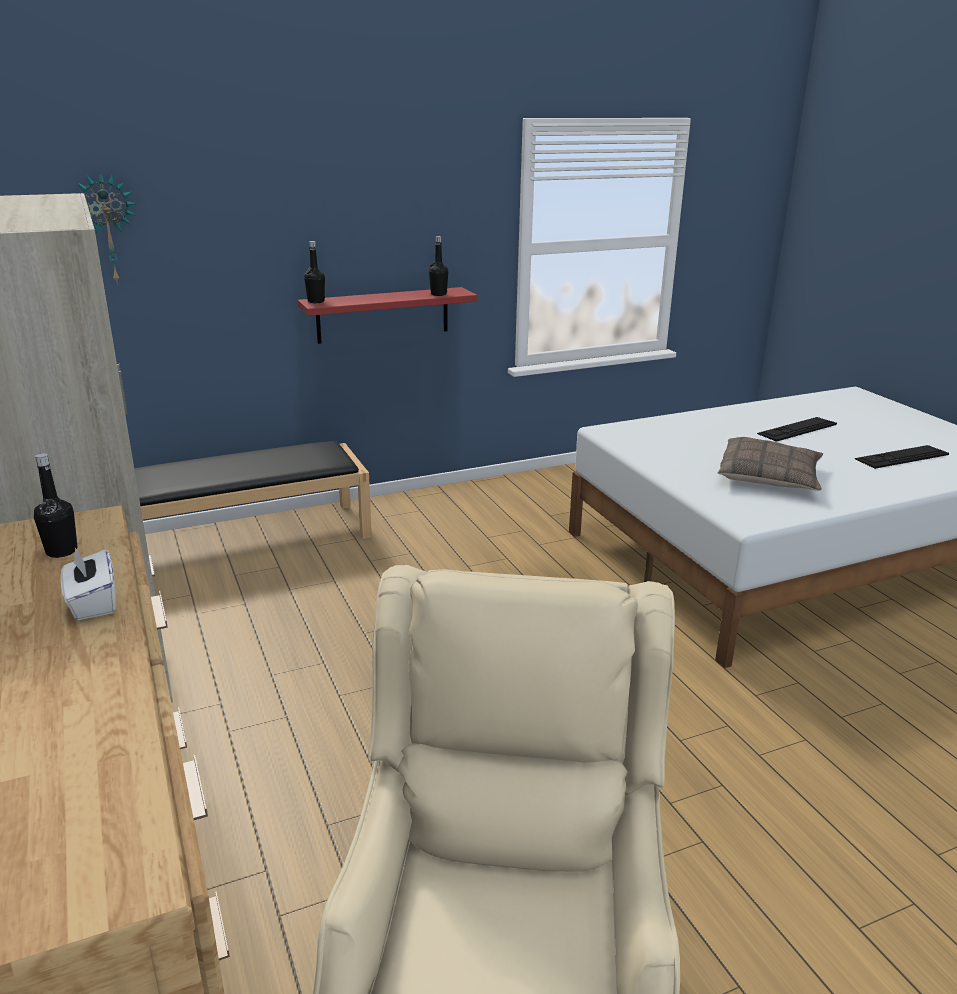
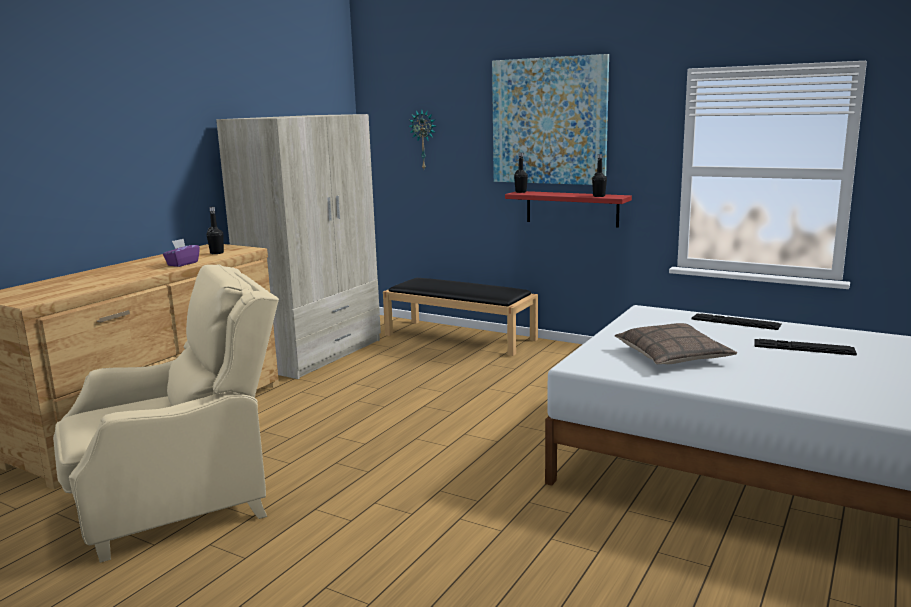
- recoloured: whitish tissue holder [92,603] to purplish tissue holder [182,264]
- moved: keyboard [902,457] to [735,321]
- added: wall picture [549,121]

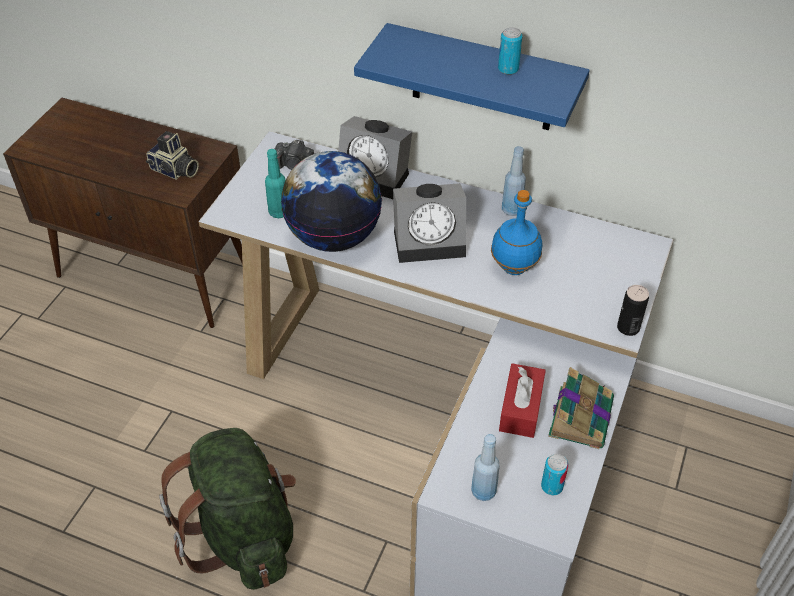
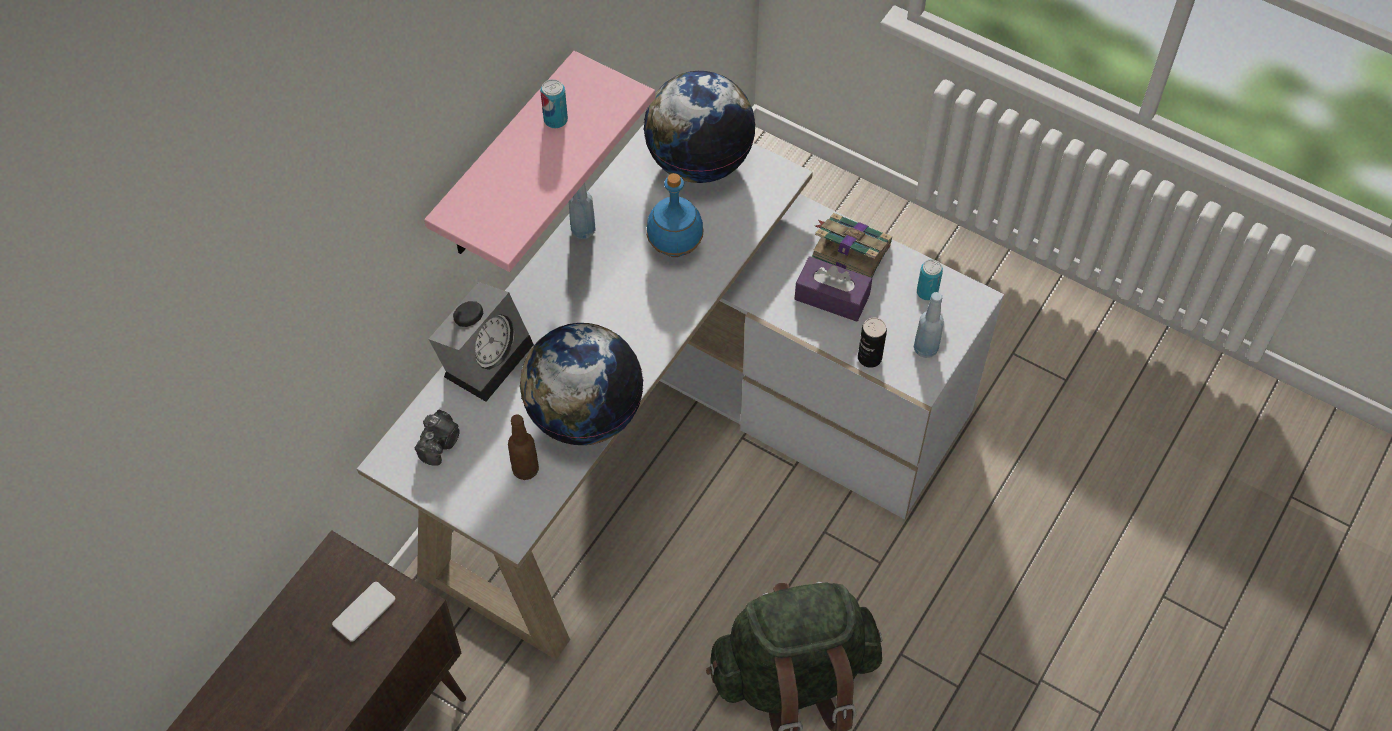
- replaced: photo camera [174,171] to telephone [364,612]
- recoloured: turquoise-coloured beverage bottle [279,212] to brownish beverage bottle [525,469]
- recoloured: blue-coloured wall shelf [482,79] to pinkish wall shelf [505,163]
- removed: table clock [431,241]
- recoloured: red-coloured tissue holder [521,408] to purplish tissue holder [832,297]
- moved: can [628,328] to [869,358]
- added: desk globe [699,161]

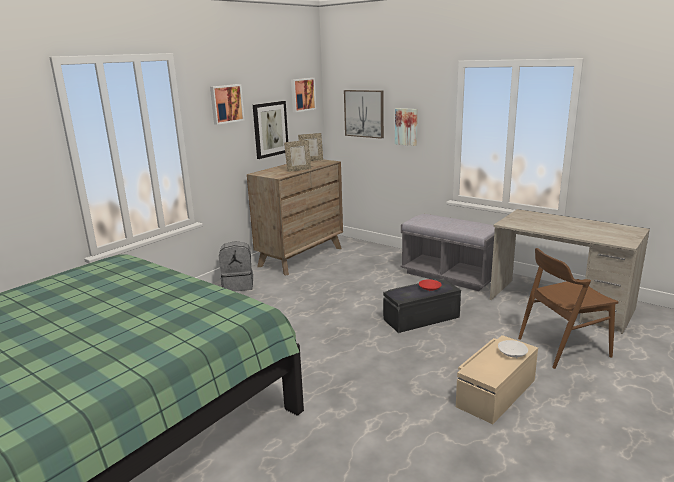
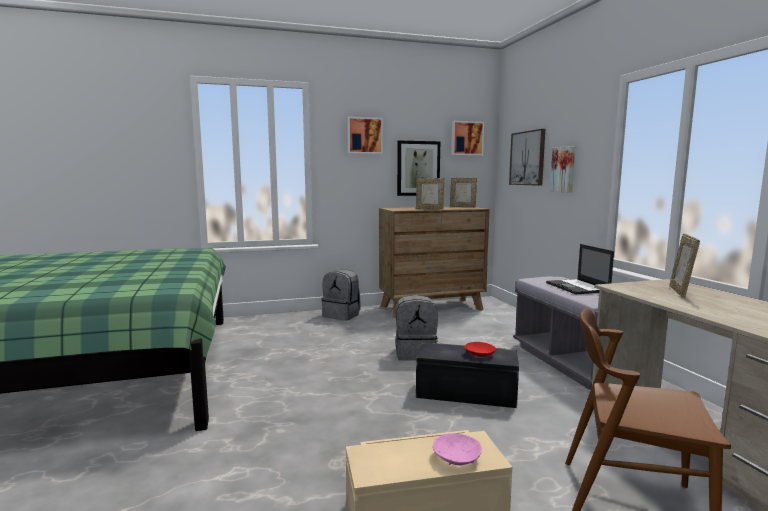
- recoloured: whitish serving bowl [512,353] to pinkish serving bowl [456,457]
- added: greyish rucksack [415,353]
- added: portable computer [578,287]
- added: standing frame [680,292]

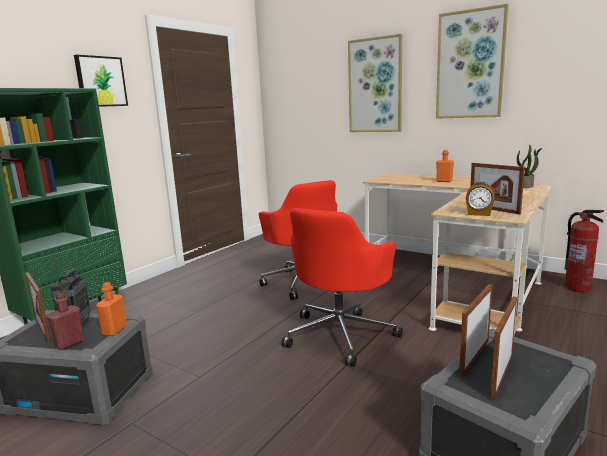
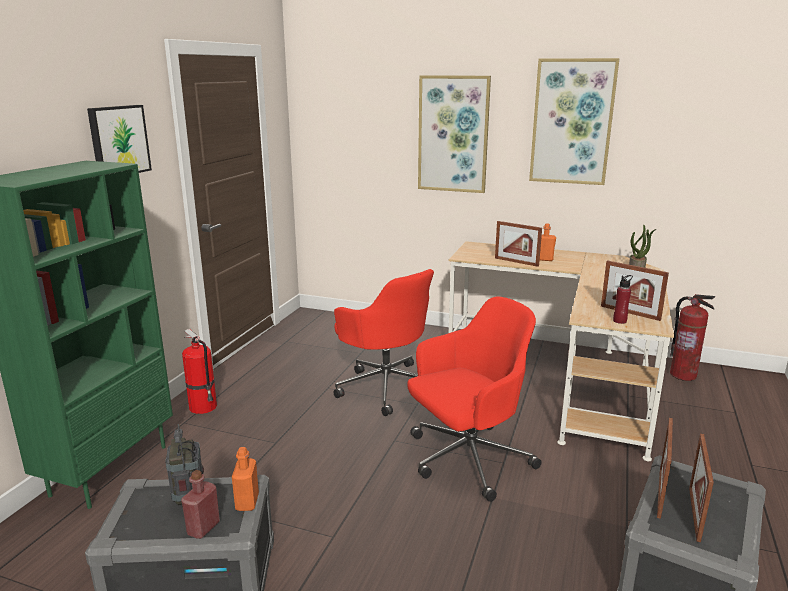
- moved: standing frame [42,330] to [516,262]
- turned: red-coloured desk chair [341,334] = [467,459] 135 degrees counterclockwise
- replaced: table clock [479,214] to red-coloured beverage bottle [619,321]
- added: fire-fighting cylinder [204,407]

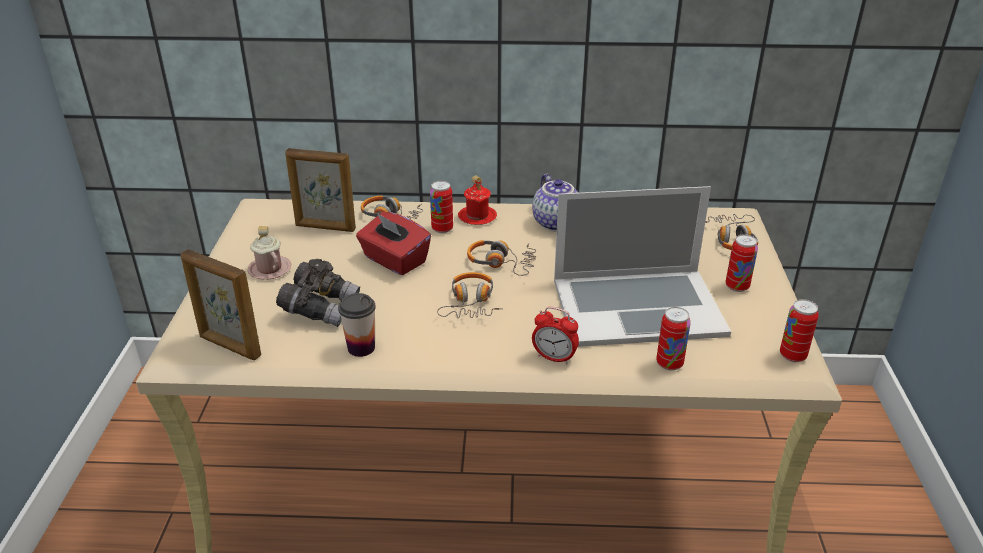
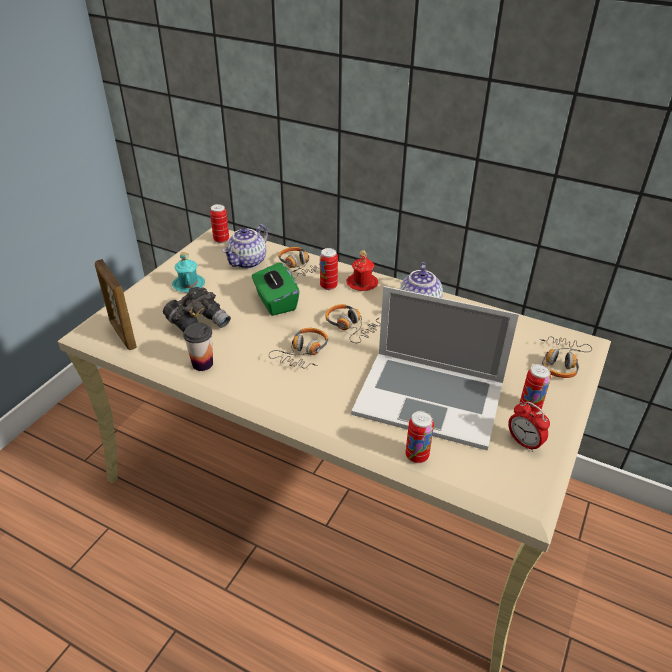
- recoloured: pinkish mug [269,269] to turquoise-coloured mug [188,284]
- replaced: standing frame [325,227] to teapot [248,262]
- recoloured: red-coloured tissue holder [394,260] to greenish tissue holder [275,302]
- moved: table clock [554,358] to [524,442]
- moved: can [792,355] to [221,240]

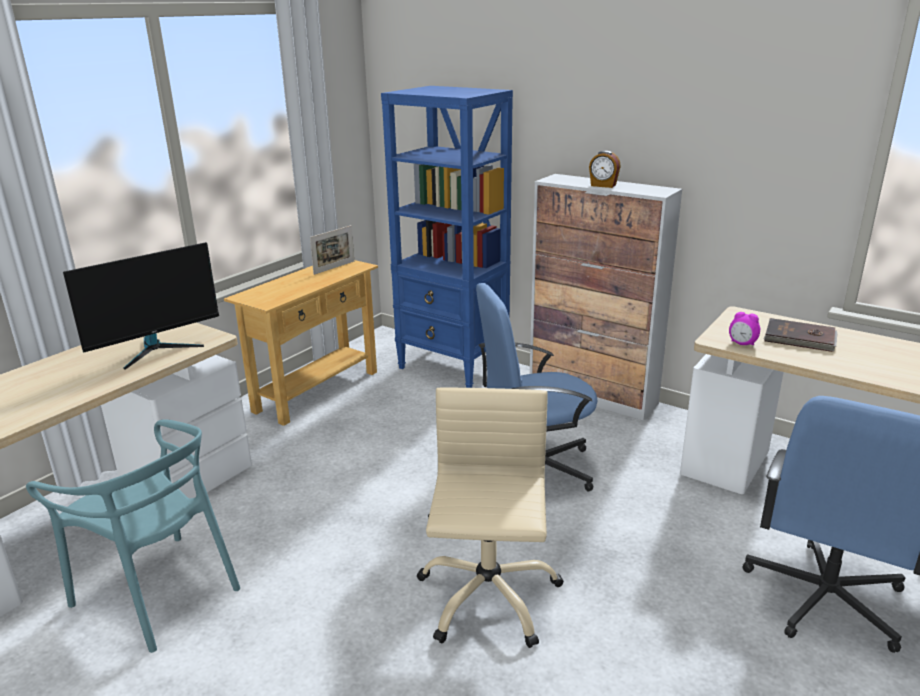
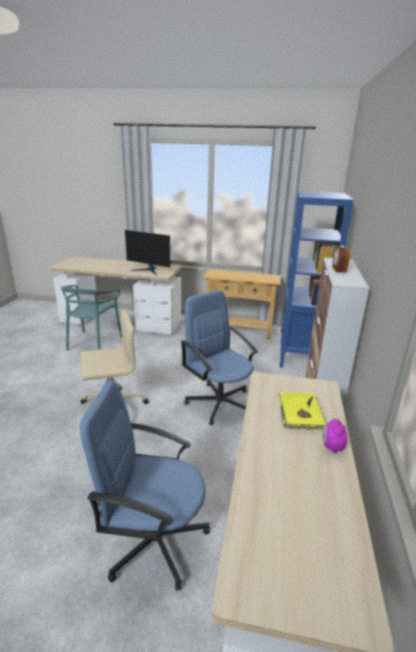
- removed: standing frame [334,267]
- moved: table clock [742,344] to [332,447]
- recoloured: brownish volume [800,338] to yellow-coloured volume [299,413]

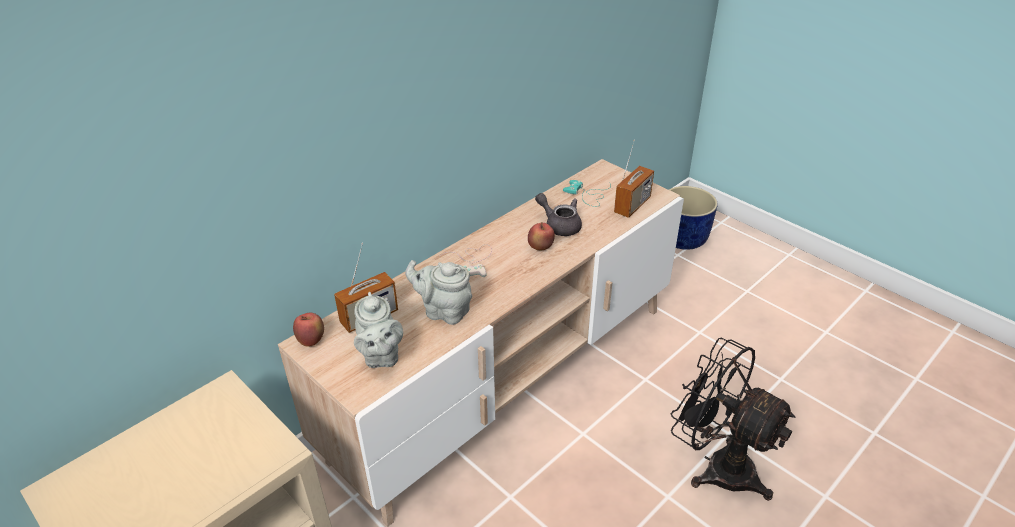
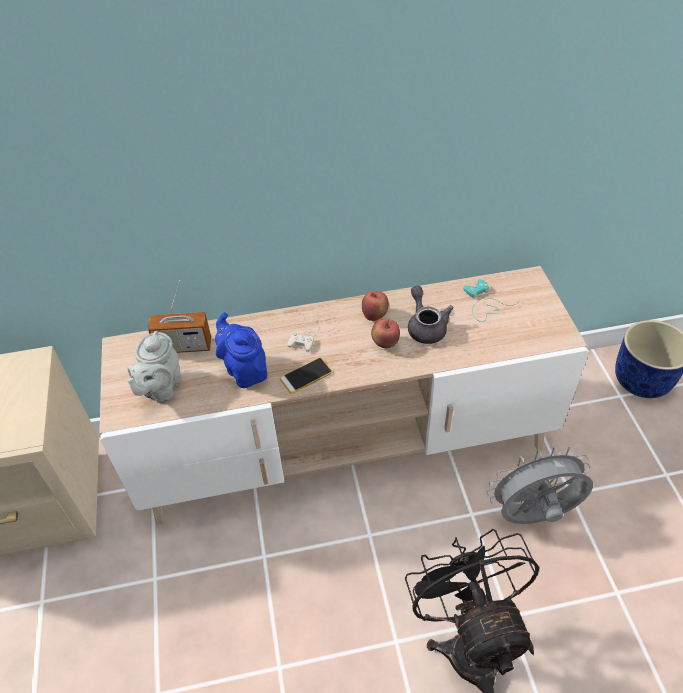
- moved: apple fruit [311,341] to [374,316]
- recoloured: greyish teapot [443,311] to blue-coloured teapot [244,370]
- removed: radio [632,205]
- added: telephone [306,376]
- added: greyish electric fan [533,516]

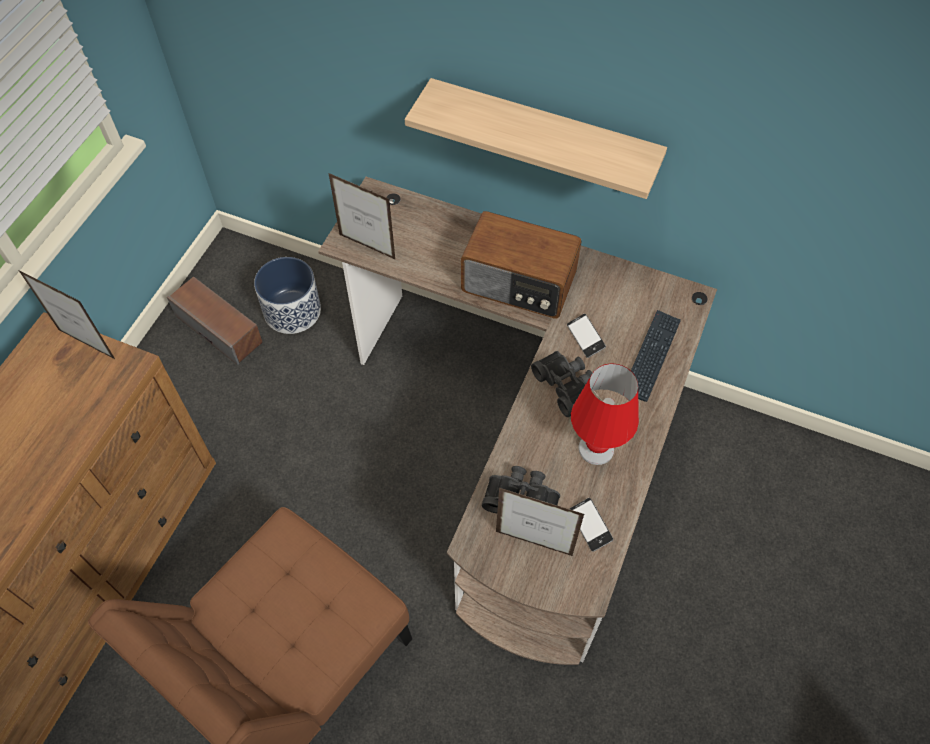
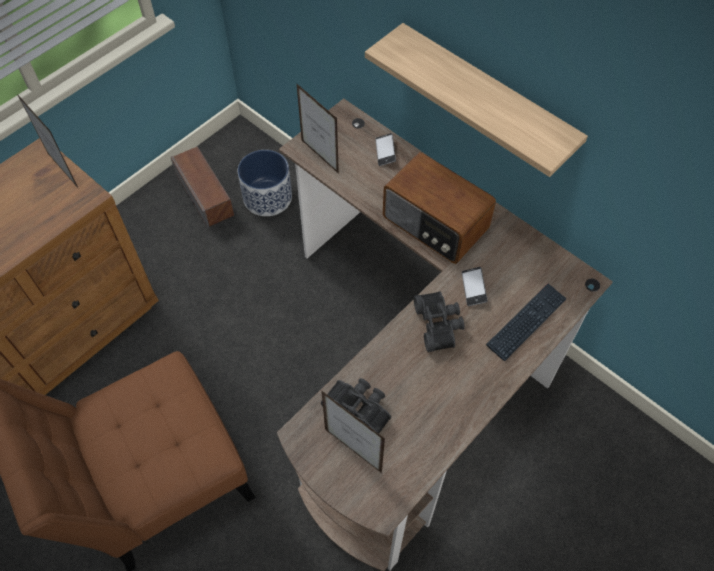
- moved: telephone [590,526] to [385,152]
- removed: red-coloured lamp for a table [596,448]

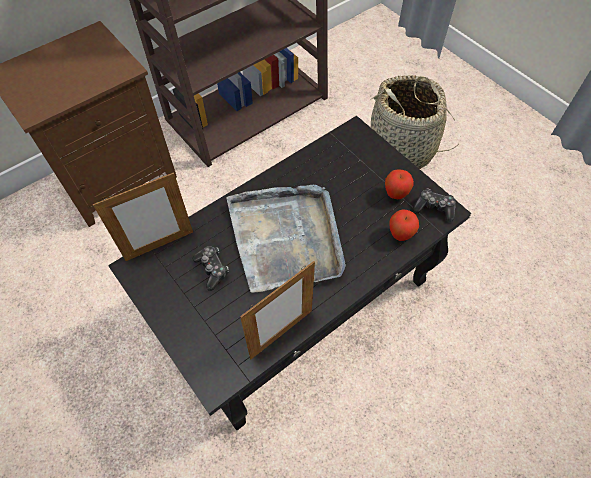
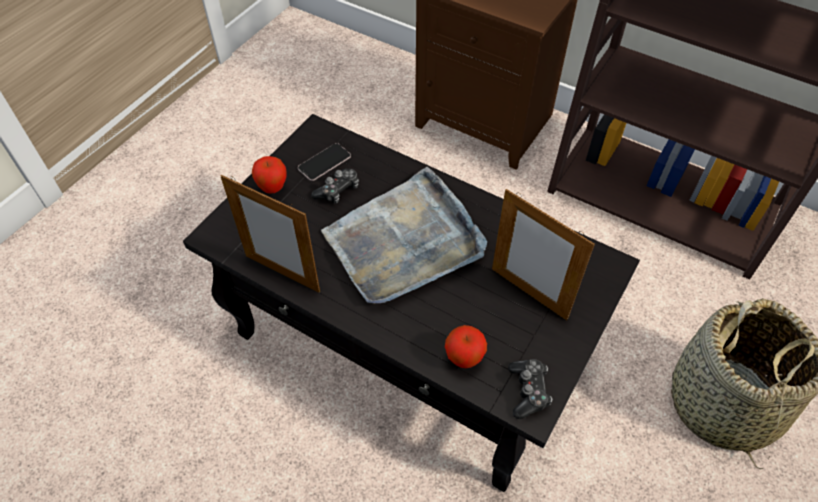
- moved: standing frame [159,246] to [529,293]
- moved: apple fruit [395,194] to [273,188]
- added: telephone [324,162]

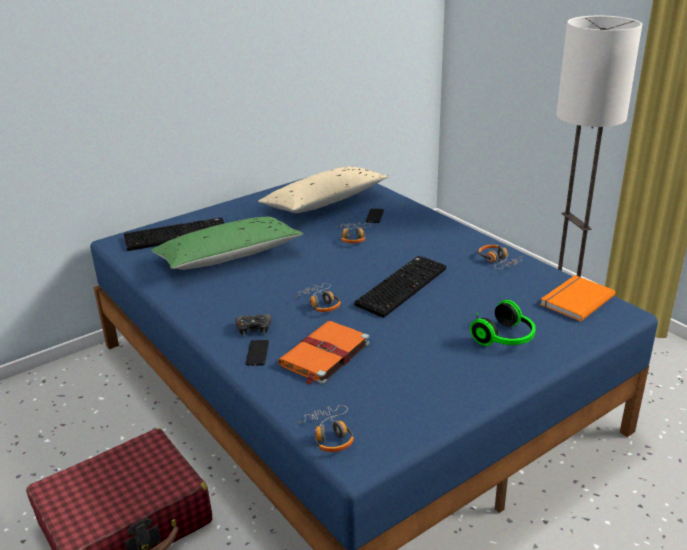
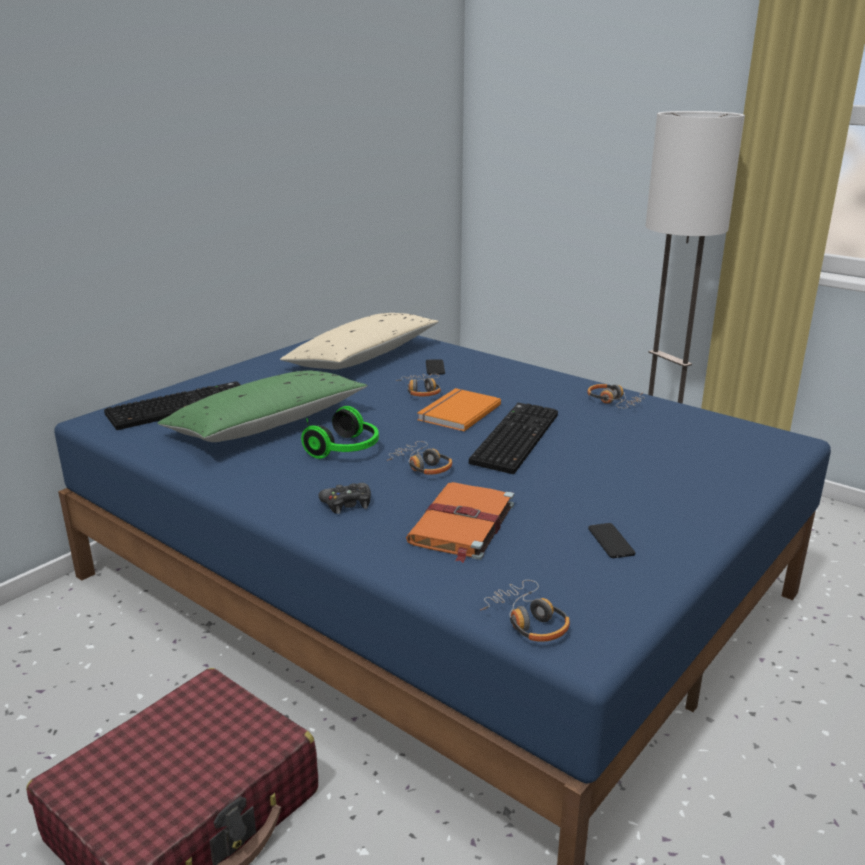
- moved: telephone [257,353] to [611,541]
- moved: headset [506,339] to [346,450]
- moved: orangey volume [575,300] to [457,412]

